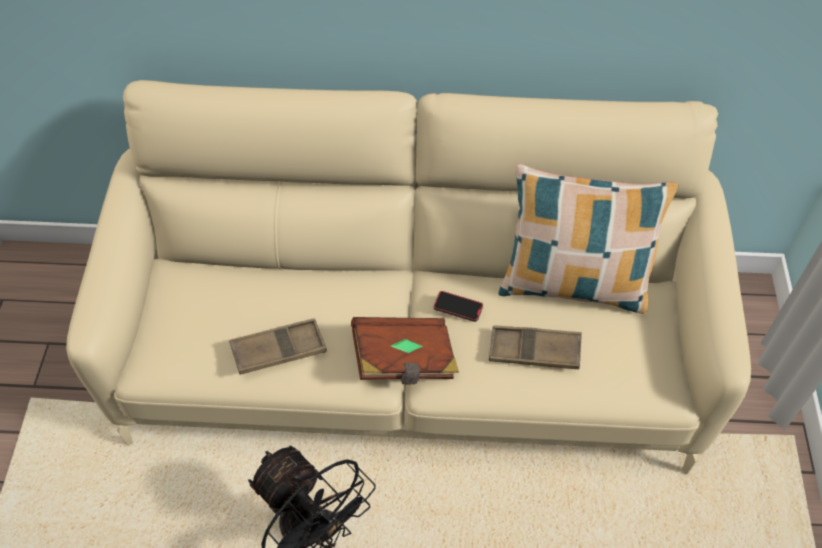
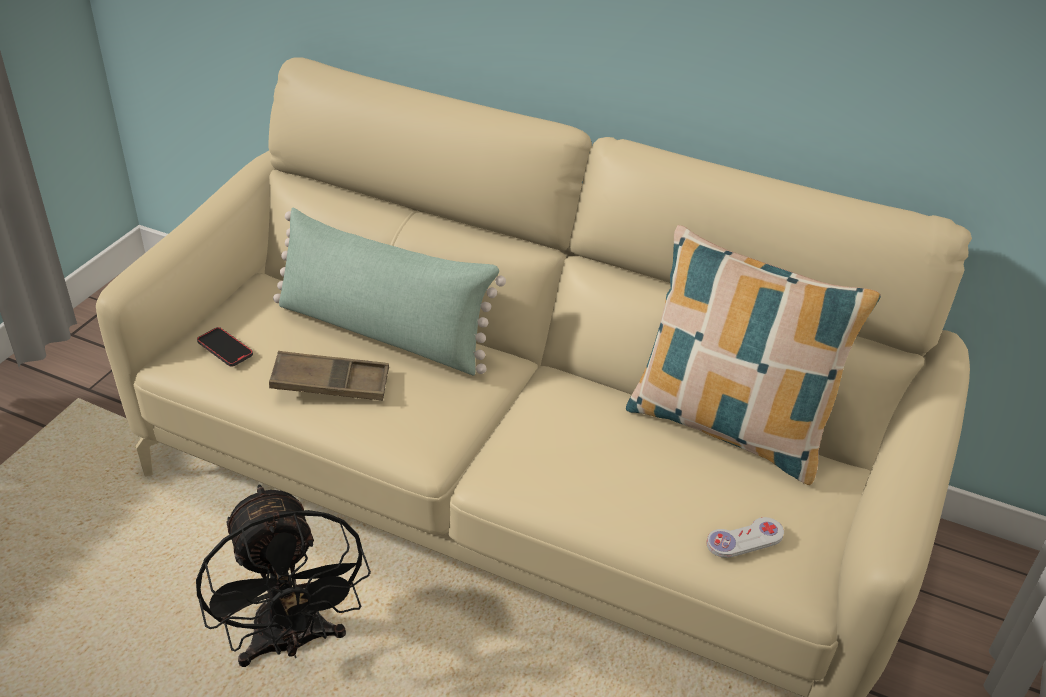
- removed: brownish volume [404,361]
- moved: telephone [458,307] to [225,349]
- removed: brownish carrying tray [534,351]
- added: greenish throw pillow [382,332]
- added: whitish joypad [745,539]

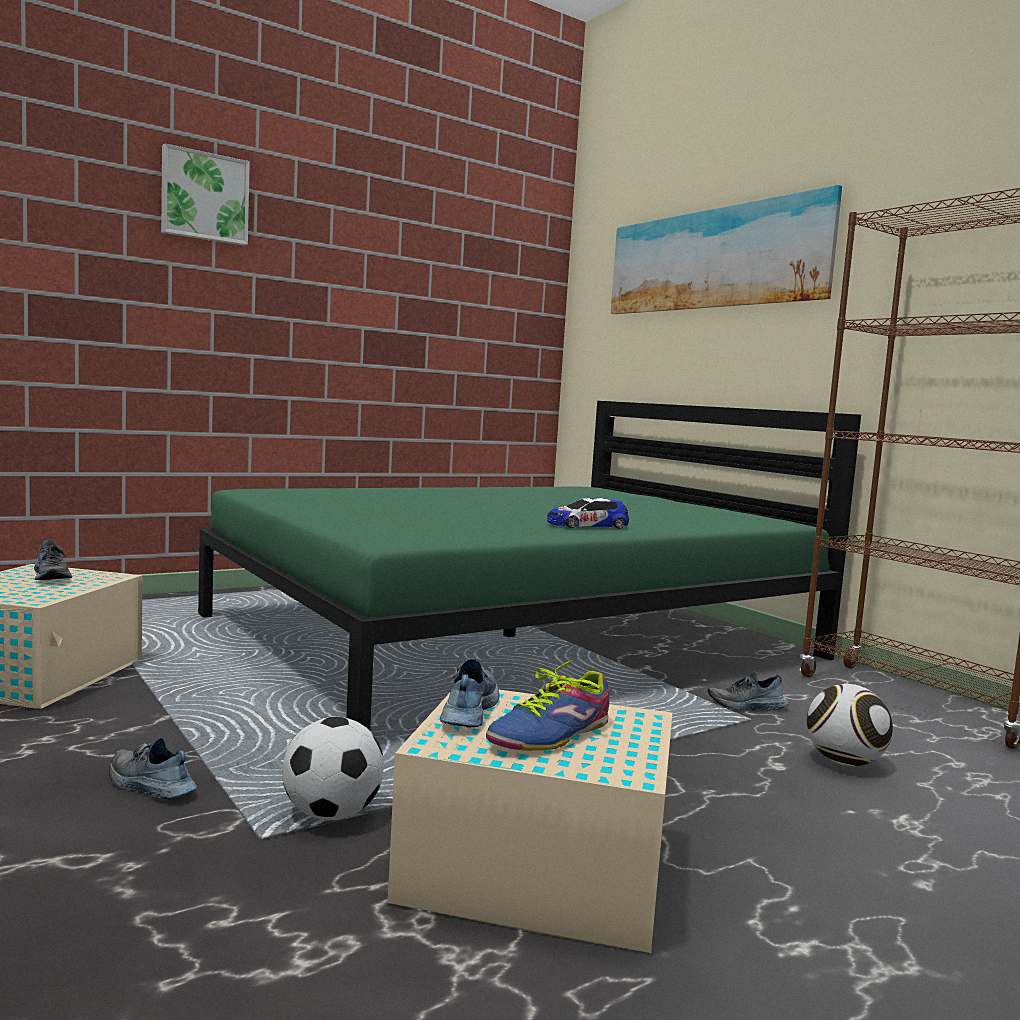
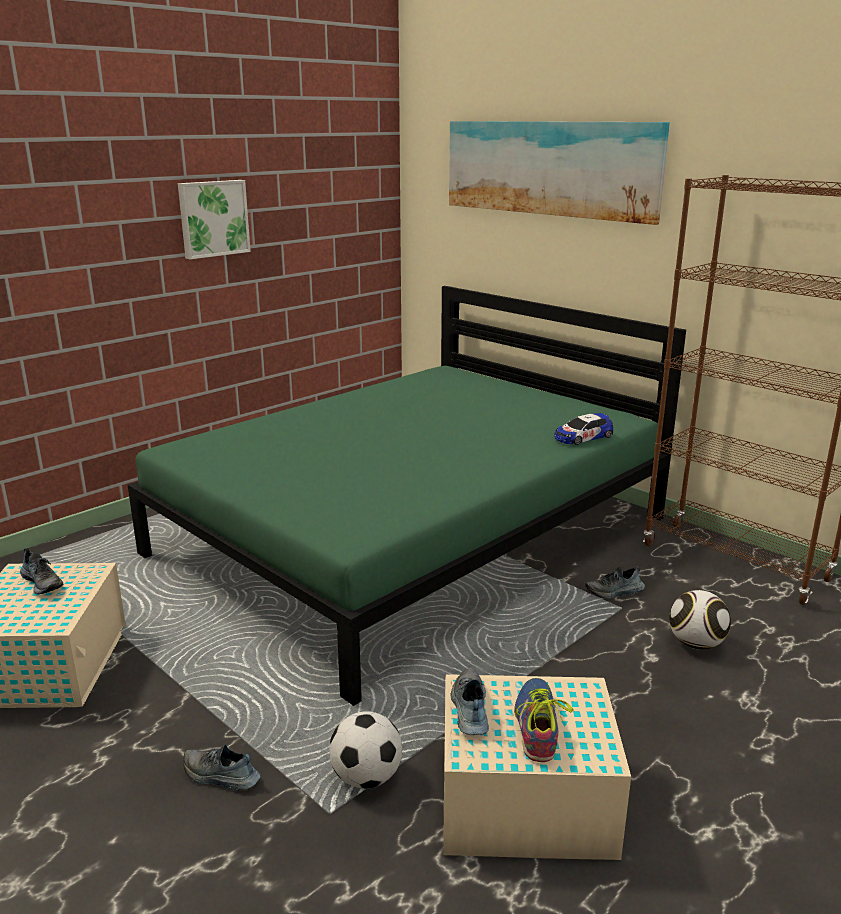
- moved: wall picture [204,197] to [213,218]
- turned: shoe [551,735] = [536,725] 150 degrees clockwise
- moved: model car [587,525] to [583,437]

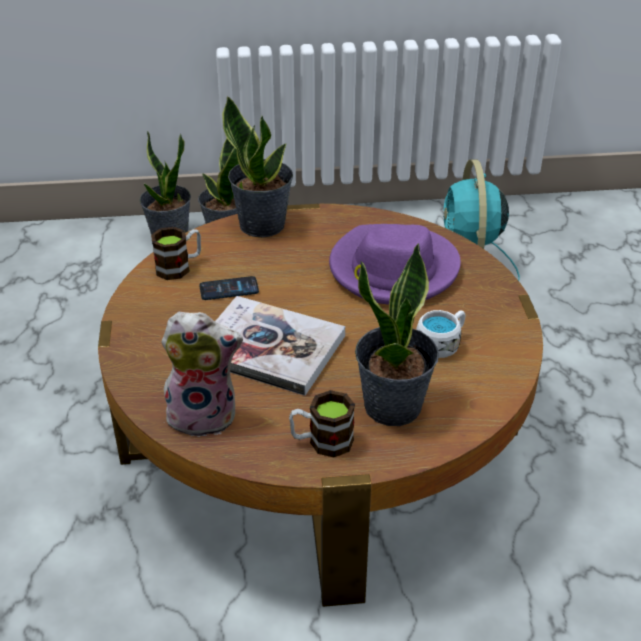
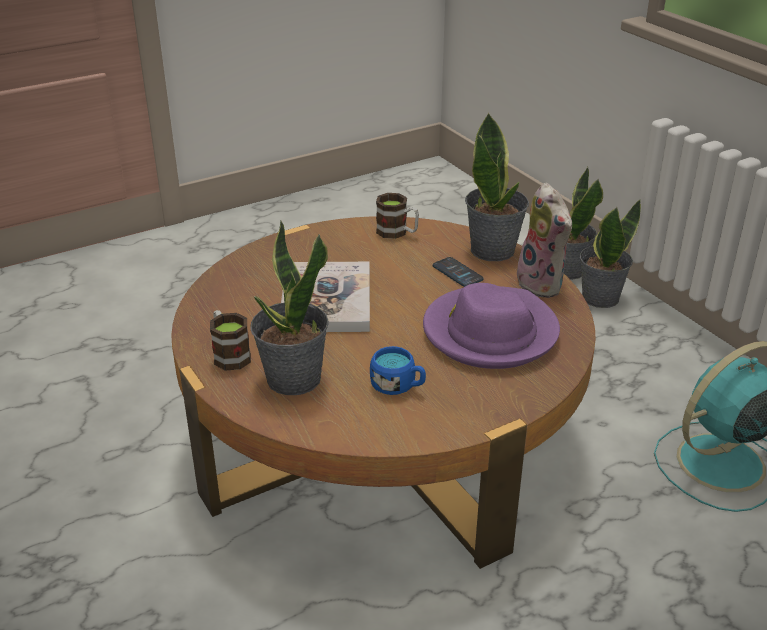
- moved: soft toy [204,415] to [543,284]
- moved: telephone [229,289] to [457,273]
- recoloured: whitish mug [441,344] to blue-coloured mug [398,386]

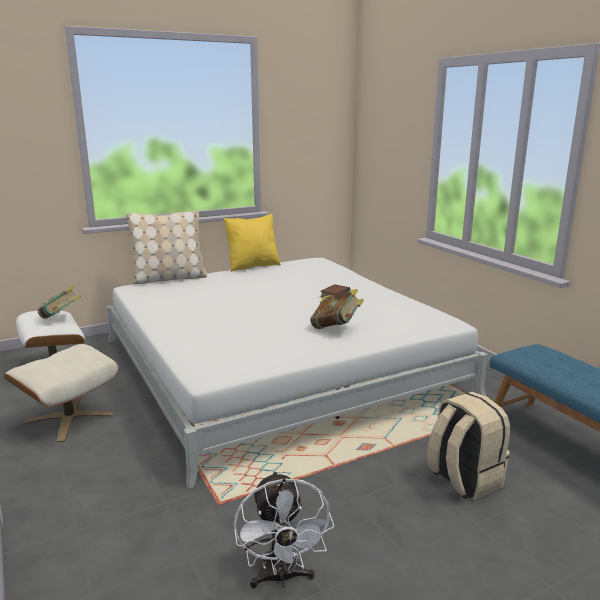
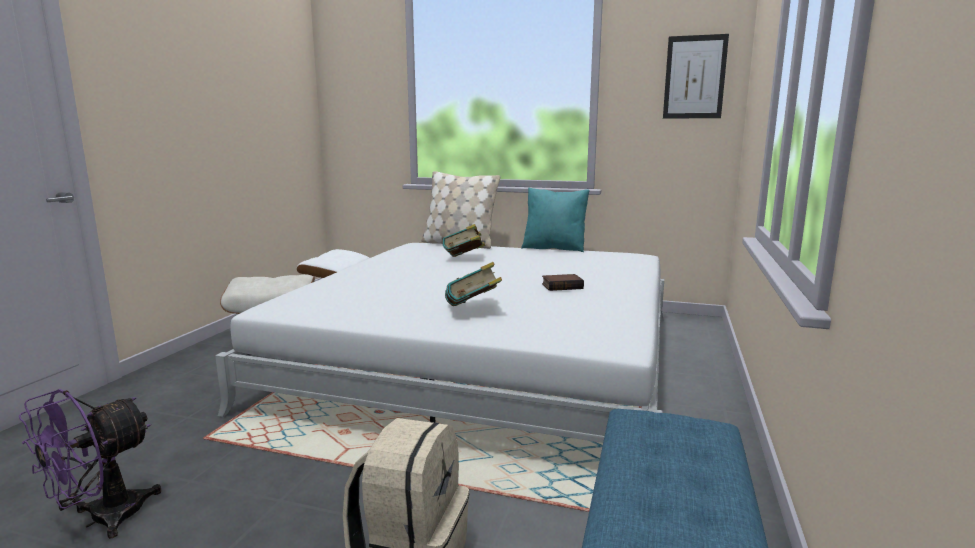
- moved: volume [61,319] to [464,259]
- recoloured: yellow-coloured throw pillow [252,266] to turquoise-coloured throw pillow [554,248]
- recoloured: whitish electric fan [281,577] to purplish electric fan [102,519]
- added: wall picture [694,77]

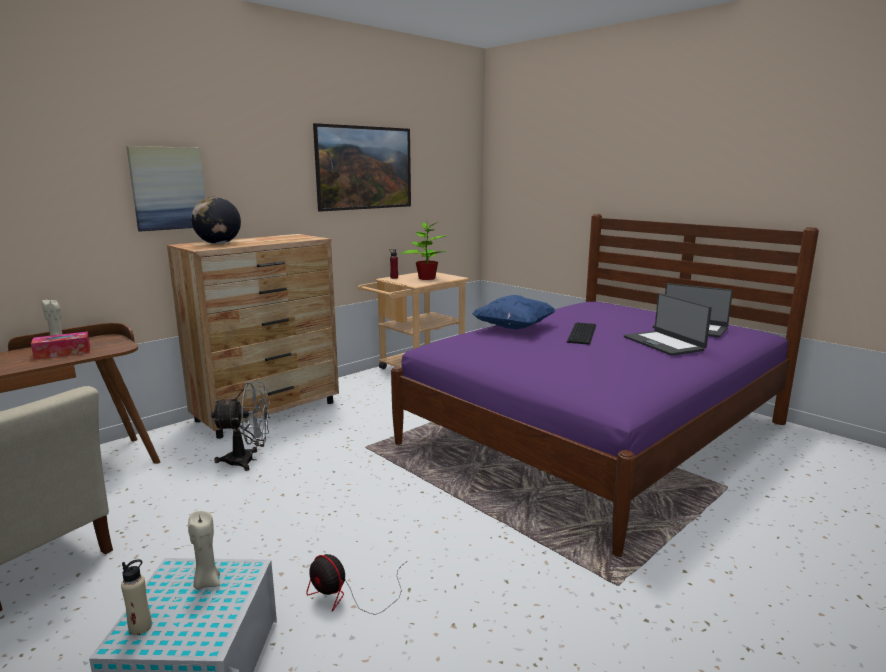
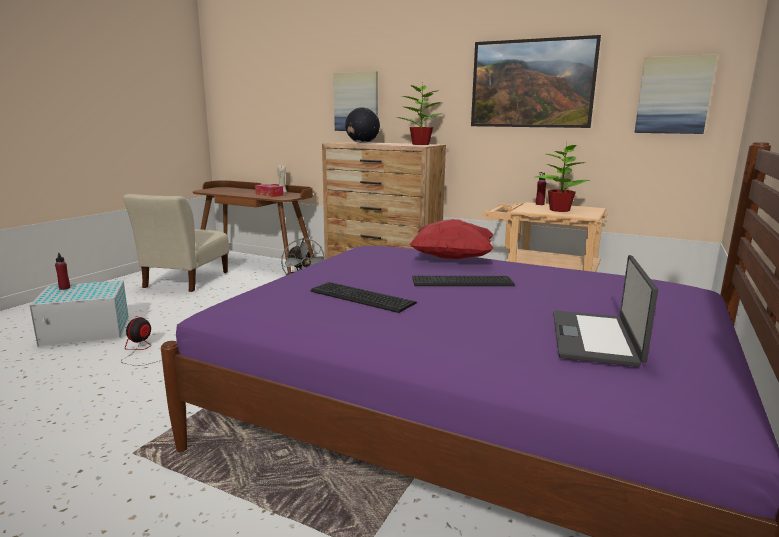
- recoloured: beige-coloured beverage bottle [140,627] to red-coloured beverage bottle [64,288]
- removed: beige-coloured candle [207,582]
- recoloured: blue-coloured throw pillow [513,328] to red-coloured throw pillow [452,258]
- removed: portable computer [664,343]
- added: keyboard [361,298]
- added: potted plant [420,144]
- added: wall picture [673,95]

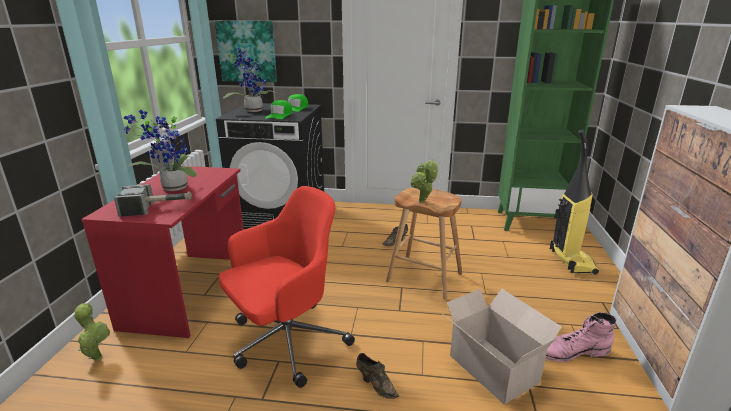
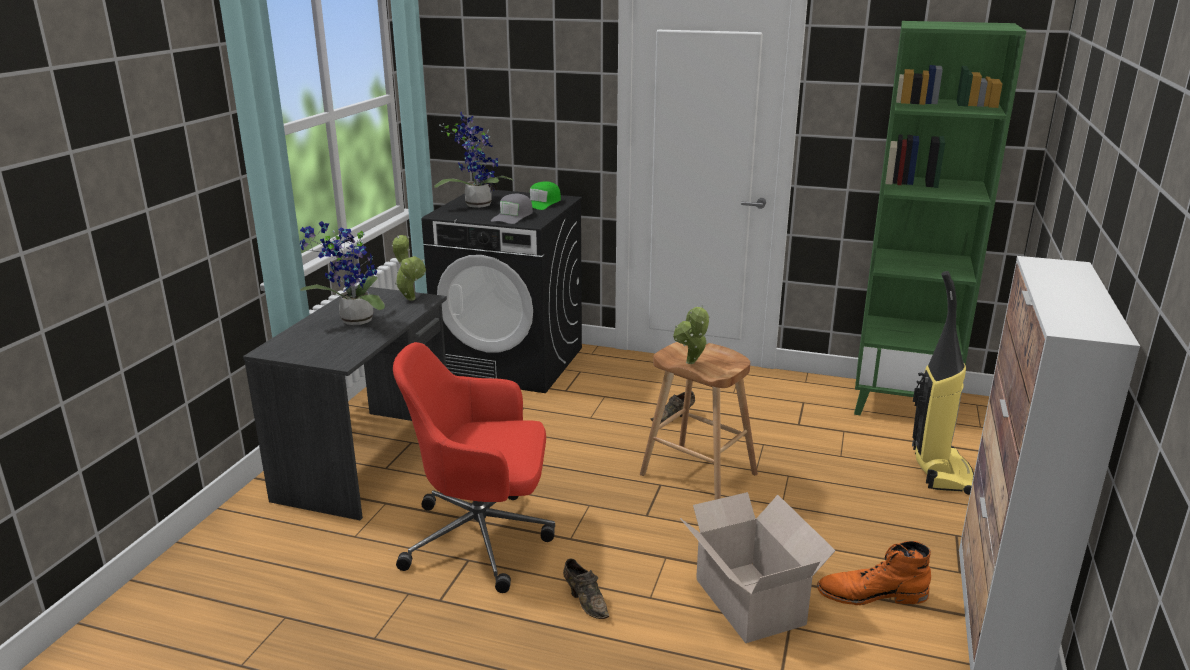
- moved: potted plant [97,356] to [410,298]
- recoloured: red-coloured desk [191,290] to greyish desk [369,460]
- removed: hammer [158,208]
- removed: wall picture [247,51]
- turned: red-coloured desk chair [286,342] = [482,539] 150 degrees counterclockwise
- recoloured: greenish baseball cap [279,115] to greyish baseball cap [513,216]
- recoloured: pinkish high-top boot [571,352] to orangey high-top boot [871,594]

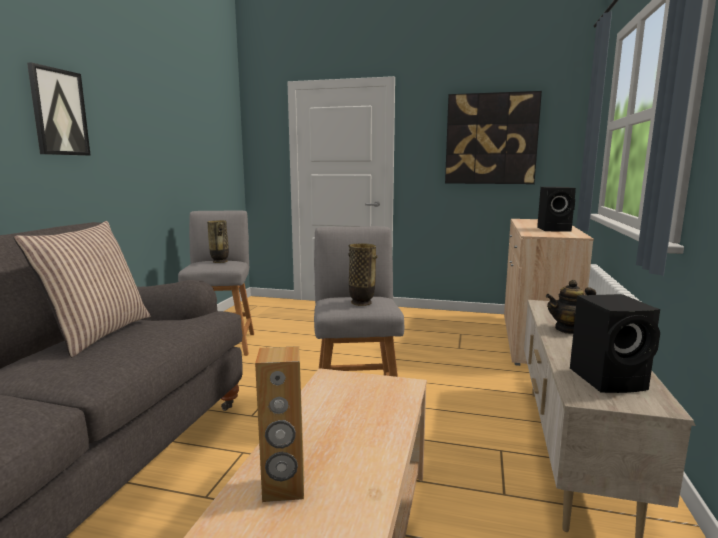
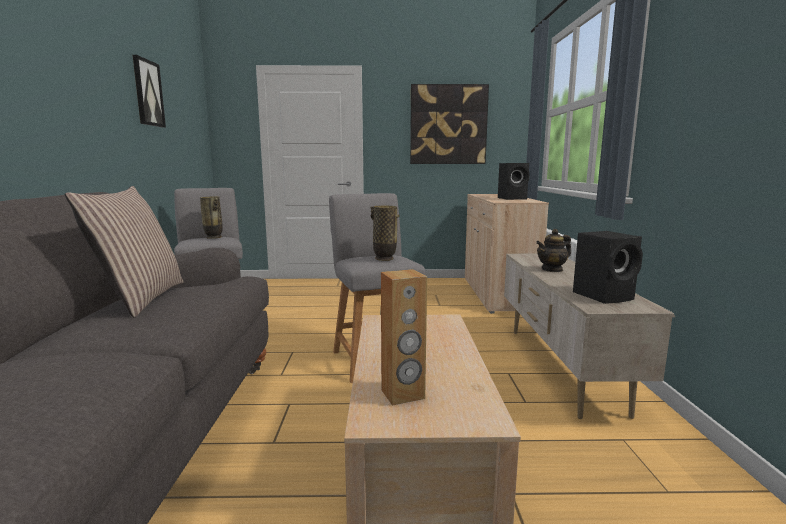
- moved: wall picture [59,112] to [148,93]

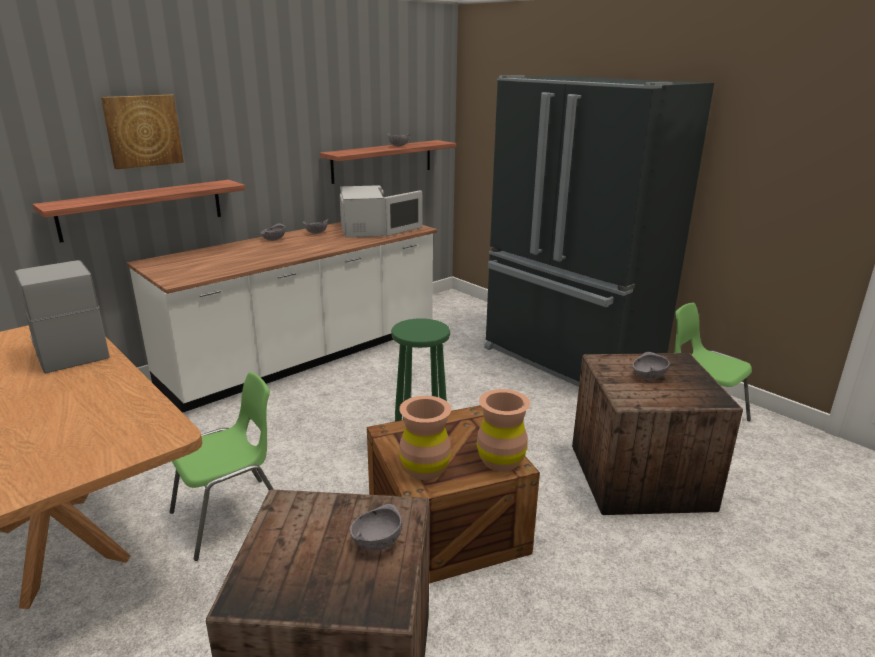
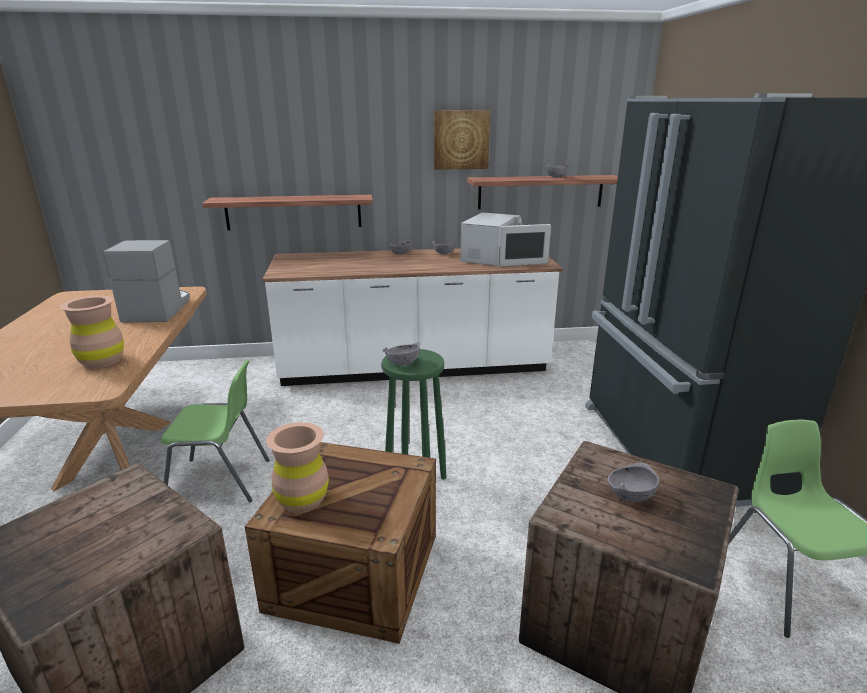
- moved: wall picture [143,131] to [461,140]
- moved: greyish serving bowl [376,542] to [402,363]
- moved: brownish decorative vase [500,461] to [102,361]

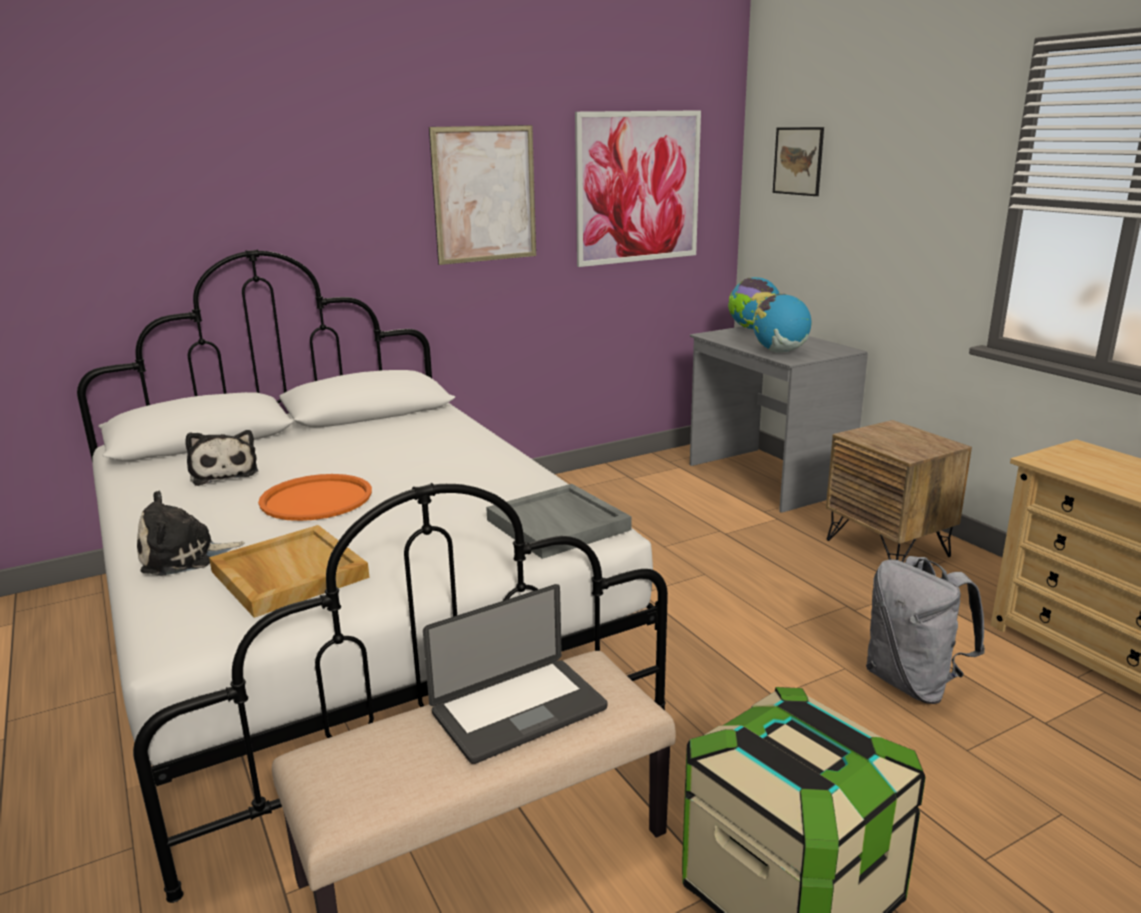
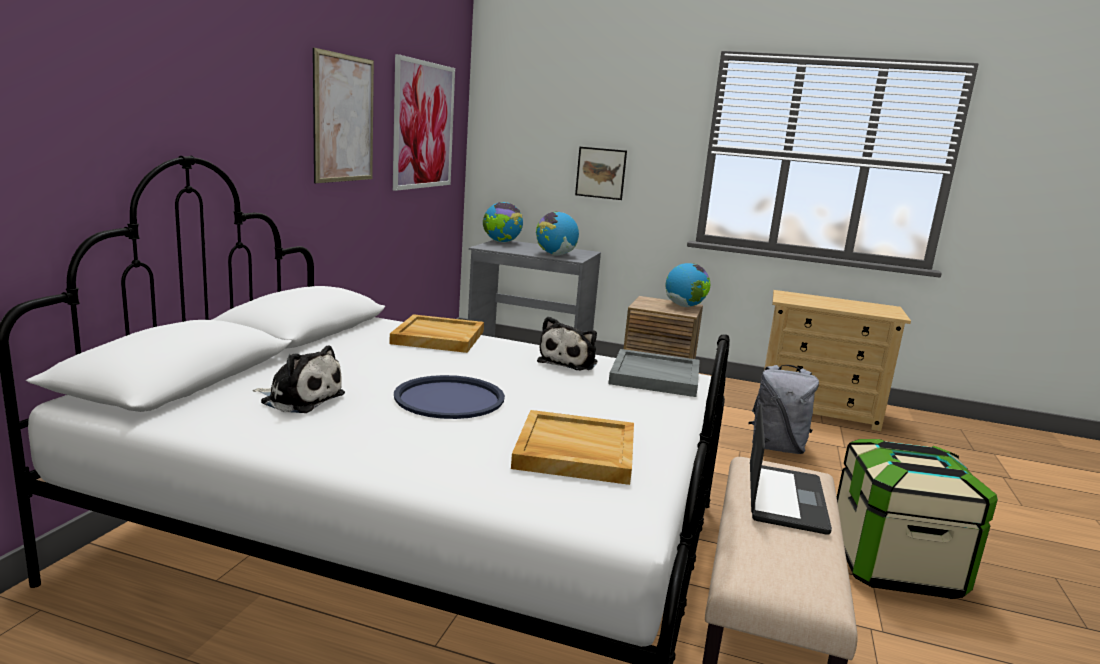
- moved: soft toy [184,557] to [570,362]
- recoloured: orangey carrying tray [316,499] to blue-coloured carrying tray [449,399]
- moved: wall picture [798,161] to [601,173]
- added: beige-coloured carrying tray [437,337]
- added: desk globe [684,306]

